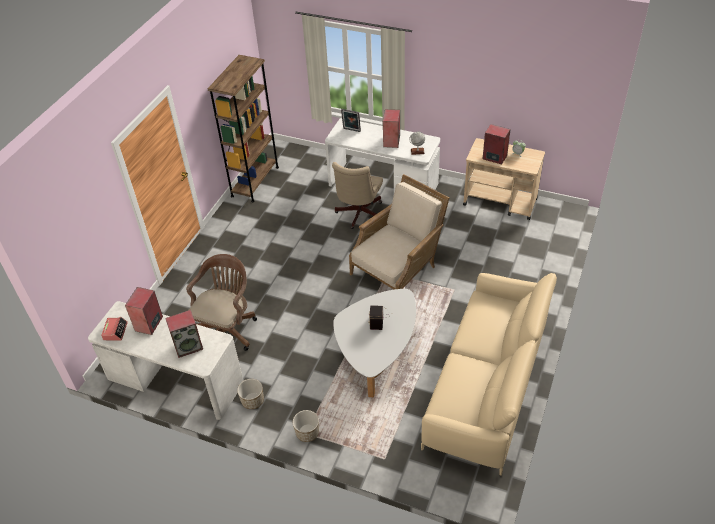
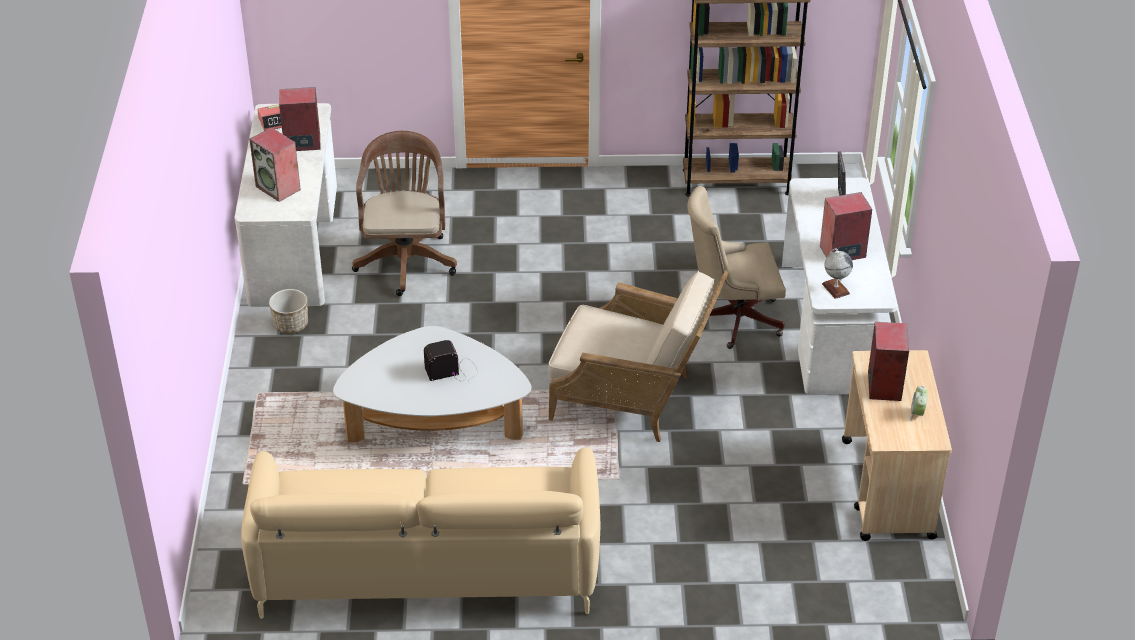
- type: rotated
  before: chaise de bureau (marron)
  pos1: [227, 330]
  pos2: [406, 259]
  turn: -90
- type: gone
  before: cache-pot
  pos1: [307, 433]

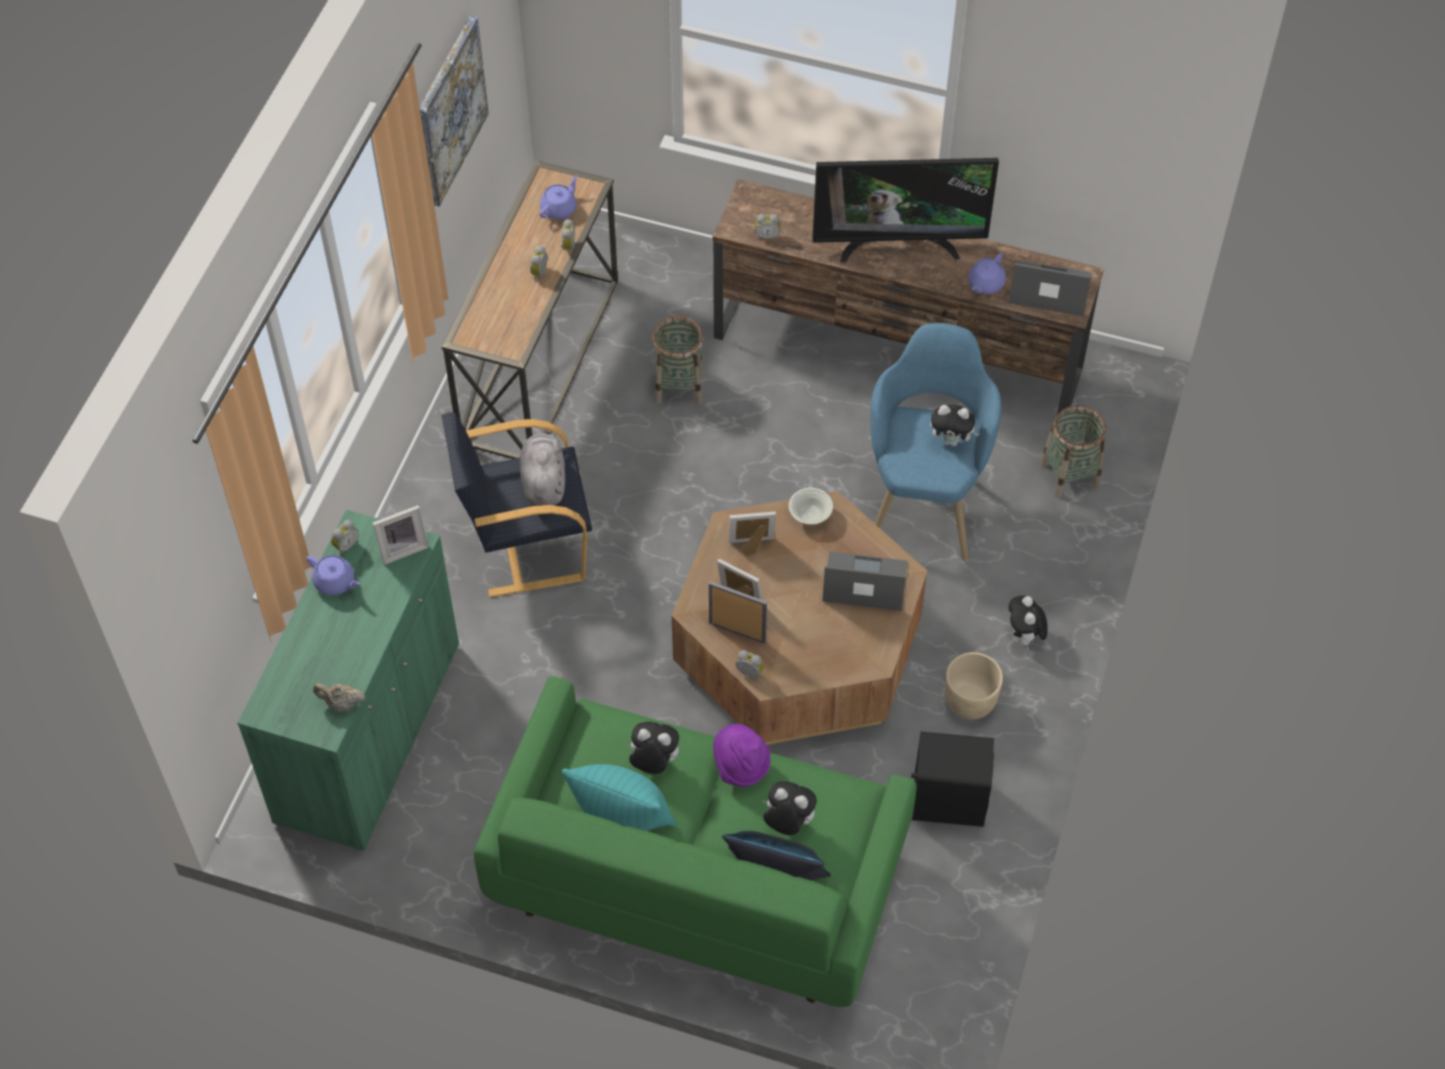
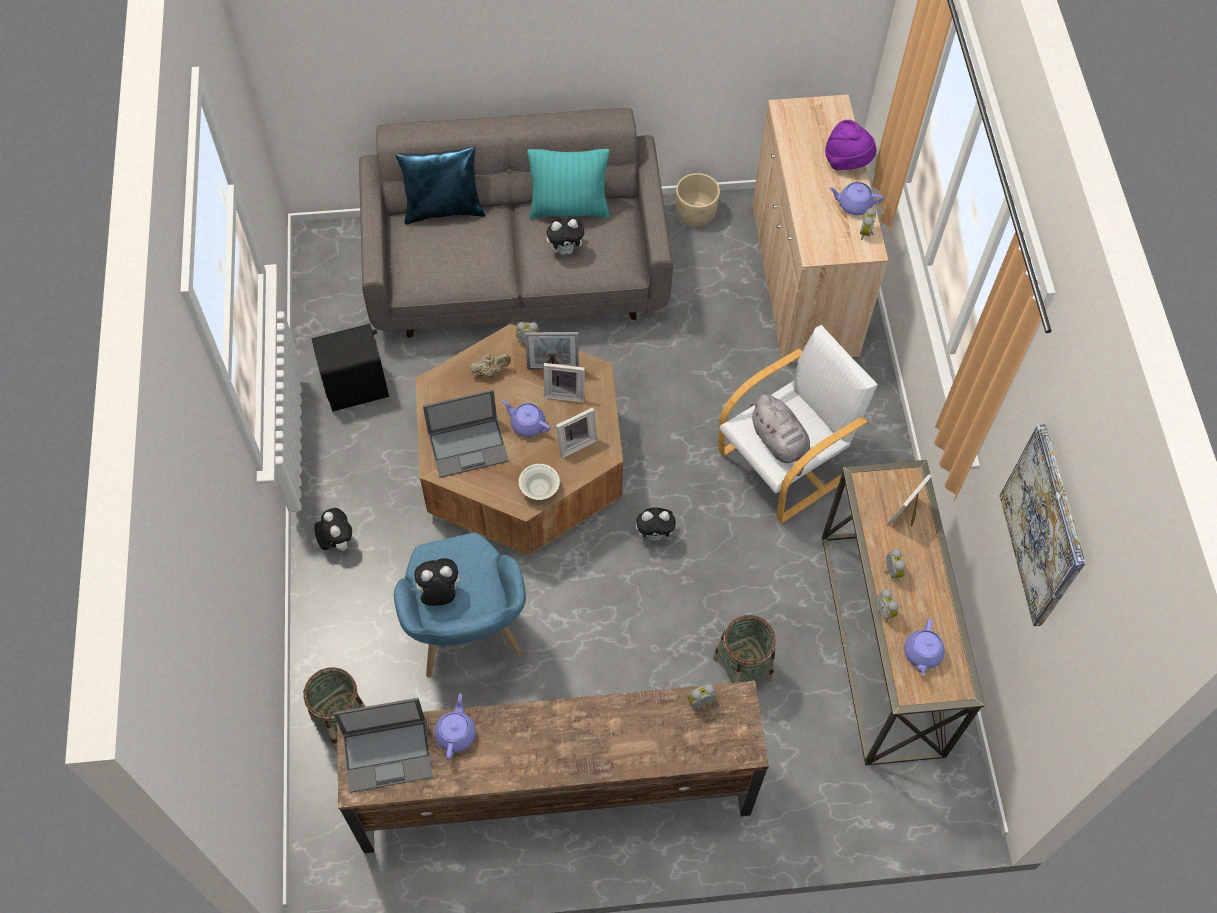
- type: repainted
  before: canapé (vert)
  after: canapé (gris)
  pos1: [697, 876]
  pos2: [518, 272]
- type: shifted
  before: théière (beige)
  pos1: [341, 704]
  pos2: [491, 371]
- type: new
  after: théière (violet)
  pos2: [527, 424]
- type: shifted
  before: peluche
  pos1: [787, 823]
  pos2: [655, 534]
- type: shifted
  before: cache-pot (beige)
  pos1: [969, 701]
  pos2: [696, 214]
- type: repainted
  before: fauteuil (noir)
  after: fauteuil (blanc)
  pos1: [525, 542]
  pos2: [784, 465]
- type: repainted
  before: meuble de rangement (vert)
  after: meuble de rangement (beige)
  pos1: [369, 733]
  pos2: [803, 281]
- type: shifted
  before: chapeau (violet)
  pos1: [741, 767]
  pos2: [847, 161]
- type: shifted
  before: cadre photo
  pos1: [402, 548]
  pos2: [907, 515]
- type: gone
  before: téléviseur
  pos1: [898, 244]

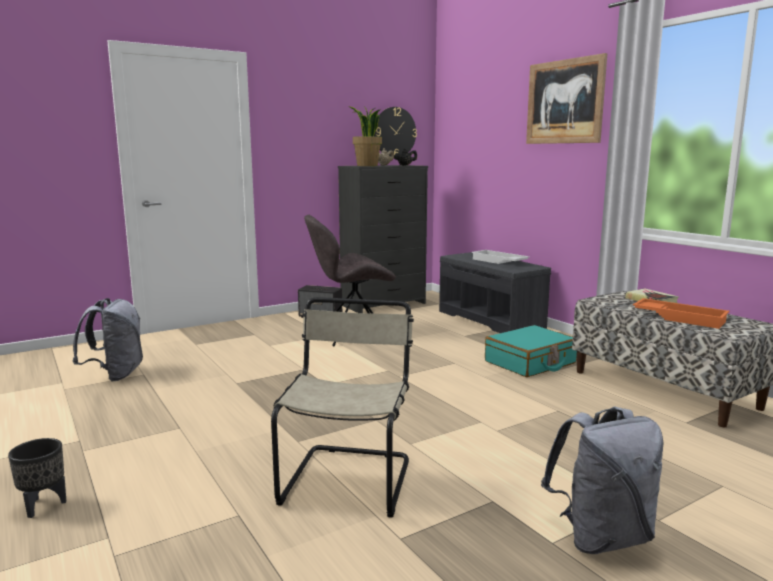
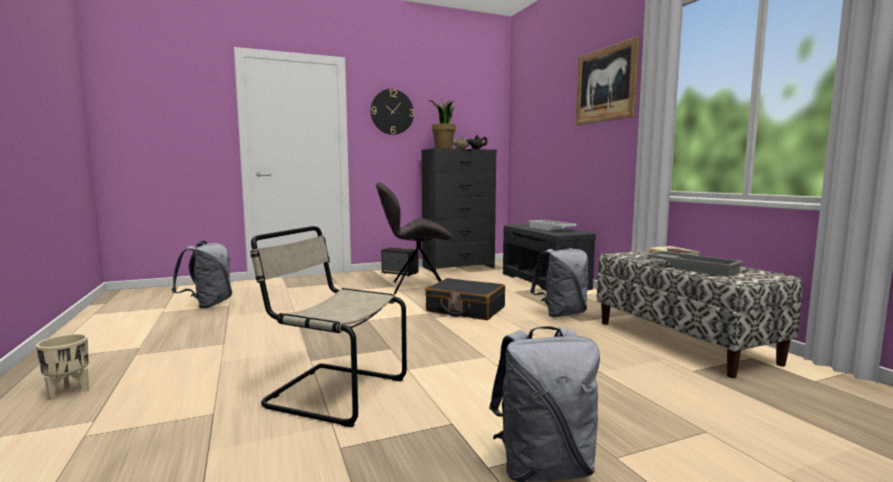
- type: repainted
  before: cache-pot (noir)
  after: cache-pot (beige)
  pos1: [43, 505]
  pos2: [68, 391]
- type: rotated
  before: chaise (beige)
  pos1: [349, 478]
  pos2: [332, 392]
  turn: -90
- type: shifted
  before: horloge murale
  pos1: [394, 132]
  pos2: [392, 112]
- type: new
  after: valise (noir)
  pos2: [465, 309]
- type: swapped
  before: valise (turquoise)
  after: sac à dos (gris)
  pos1: [530, 363]
  pos2: [561, 314]
- type: repainted
  before: plateau (orange)
  after: plateau (gris)
  pos1: [680, 318]
  pos2: [692, 268]

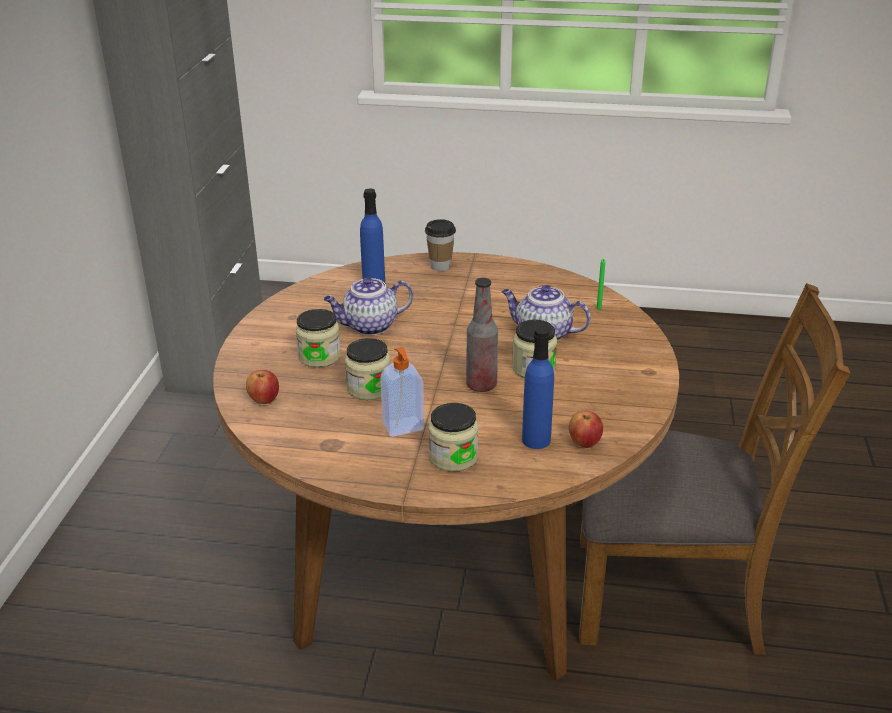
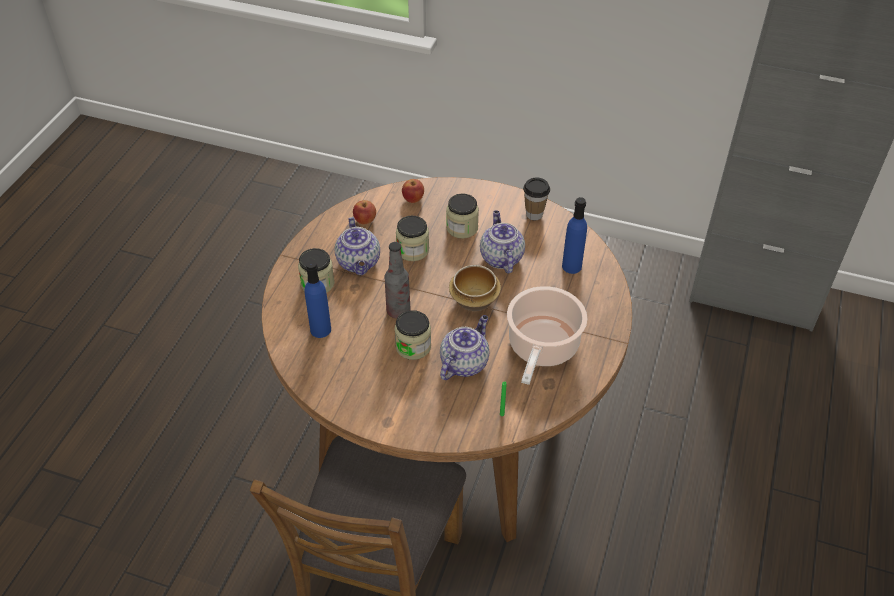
- type: swapped
  before: distributeur de savon
  after: théière
  pos1: [403, 427]
  pos2: [359, 263]
- type: shifted
  before: pomme
  pos1: [584, 443]
  pos2: [365, 221]
- type: new
  after: bol
  pos2: [475, 300]
- type: new
  after: marmite
  pos2: [542, 347]
- type: shifted
  before: tasse
  pos1: [440, 266]
  pos2: [534, 214]

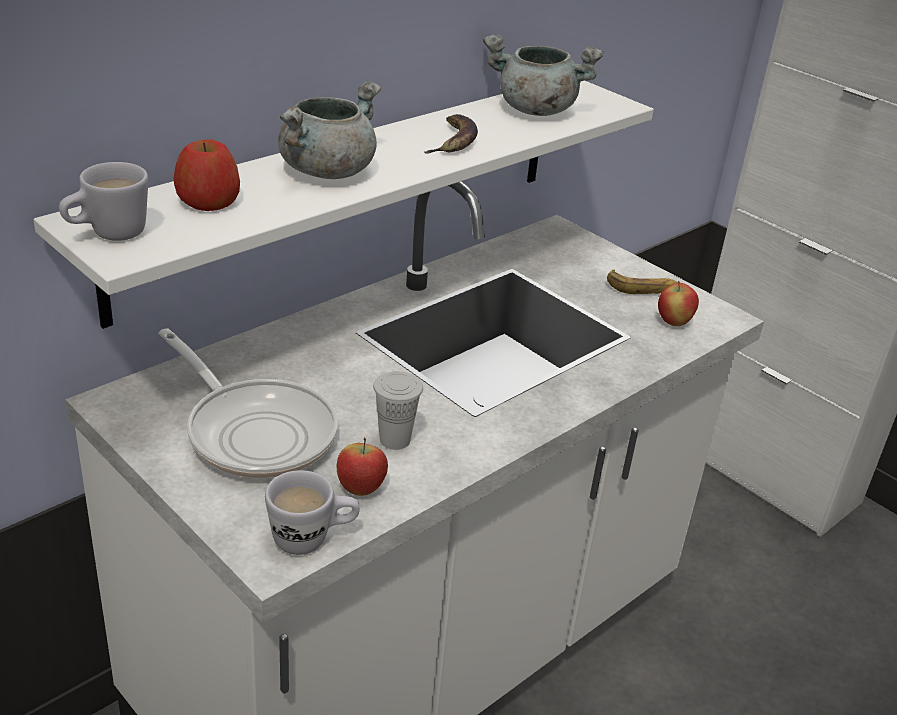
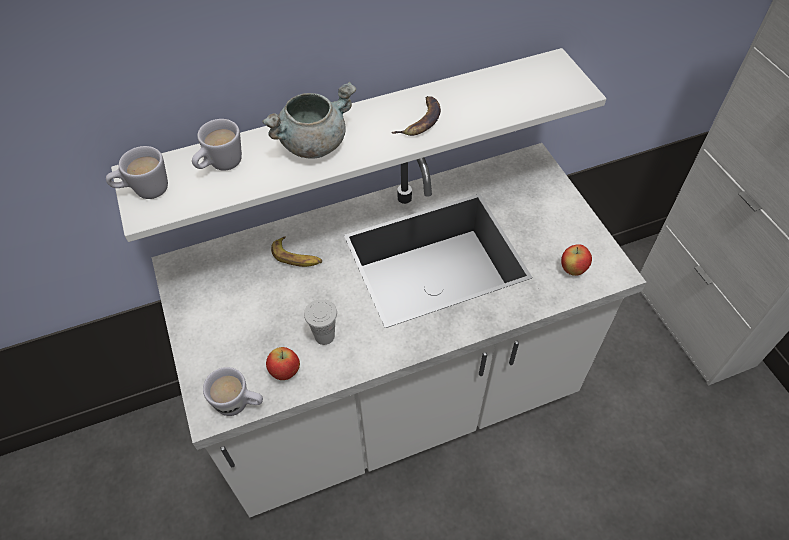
- type: swapped
  before: pomme
  after: mug (blanc)
  pos1: [208, 201]
  pos2: [220, 165]
- type: shifted
  before: banane
  pos1: [642, 288]
  pos2: [297, 257]
- type: gone
  before: poêle
  pos1: [255, 431]
- type: gone
  before: marmite (gris)
  pos1: [534, 109]

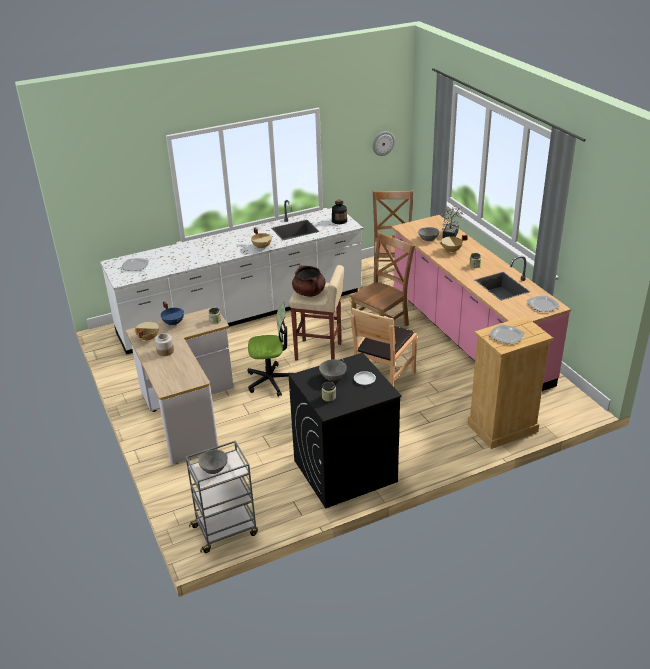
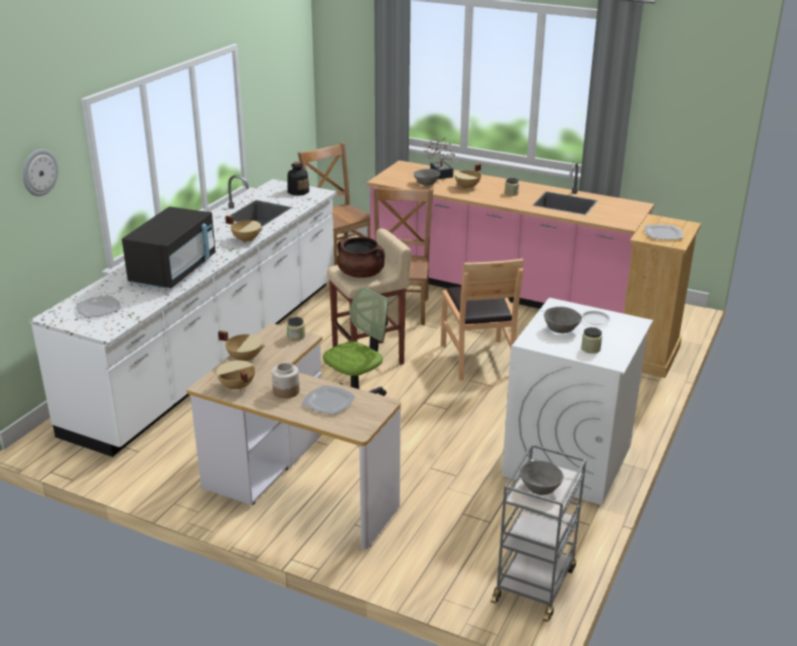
- type: shifted
  before: horloge murale
  pos1: [383, 143]
  pos2: [39, 172]
- type: new
  after: micro-ondes (noir)
  pos2: [174, 271]
- type: repainted
  before: marmite (bleu)
  after: marmite (beige)
  pos1: [174, 323]
  pos2: [245, 358]
- type: shifted
  before: assiette
  pos1: [543, 305]
  pos2: [329, 402]
- type: repainted
  before: lave-linge (noir)
  after: lave-linge (blanc)
  pos1: [344, 471]
  pos2: [568, 461]

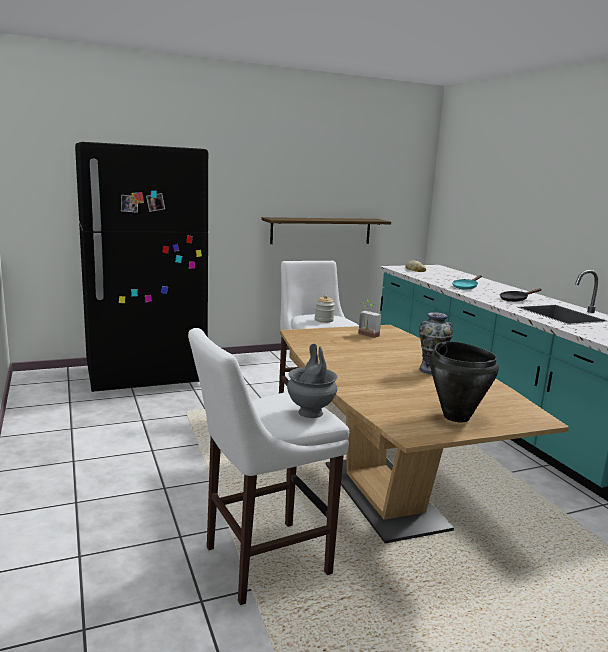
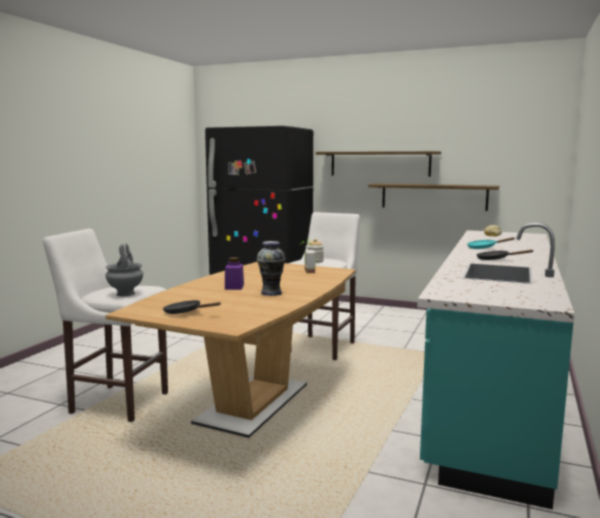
- type: swapped
  before: marmite (noir)
  after: poêle (noir)
  pos1: [456, 416]
  pos2: [186, 312]
- type: new
  after: bocal (violet)
  pos2: [234, 287]
- type: new
  after: étagère
  pos2: [379, 164]

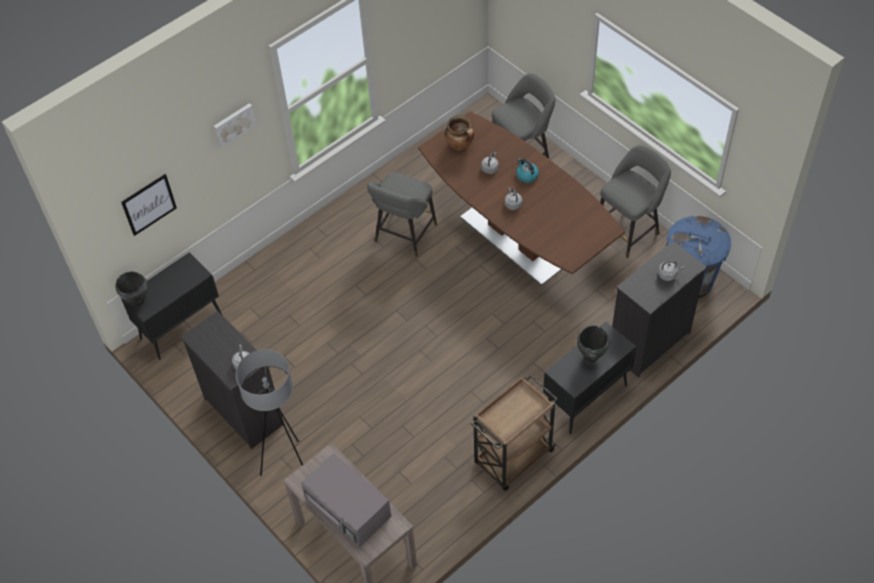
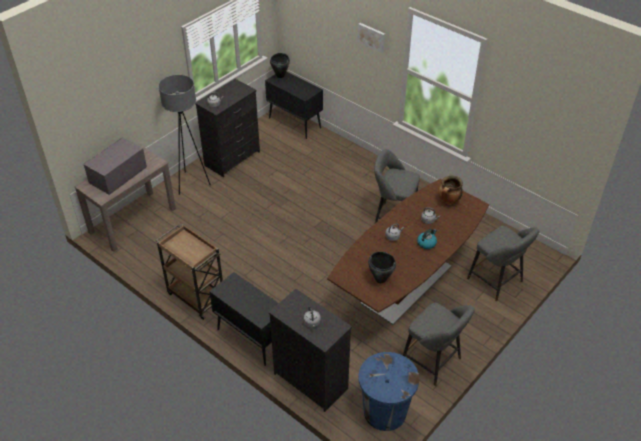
- type: shifted
  before: marmite (noir)
  pos1: [590, 357]
  pos2: [380, 279]
- type: gone
  before: tableau
  pos1: [149, 204]

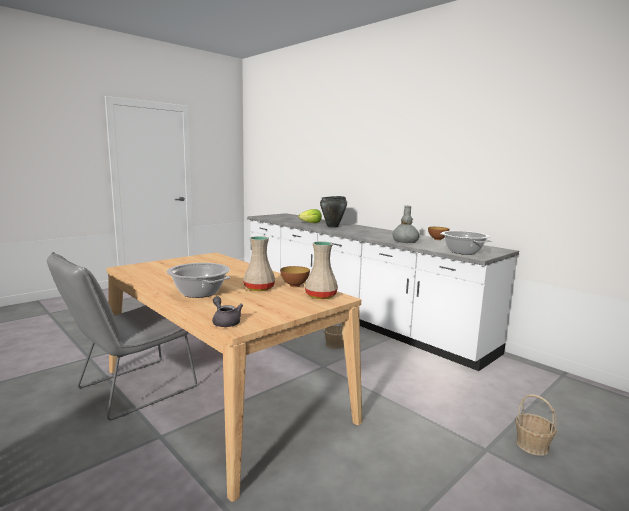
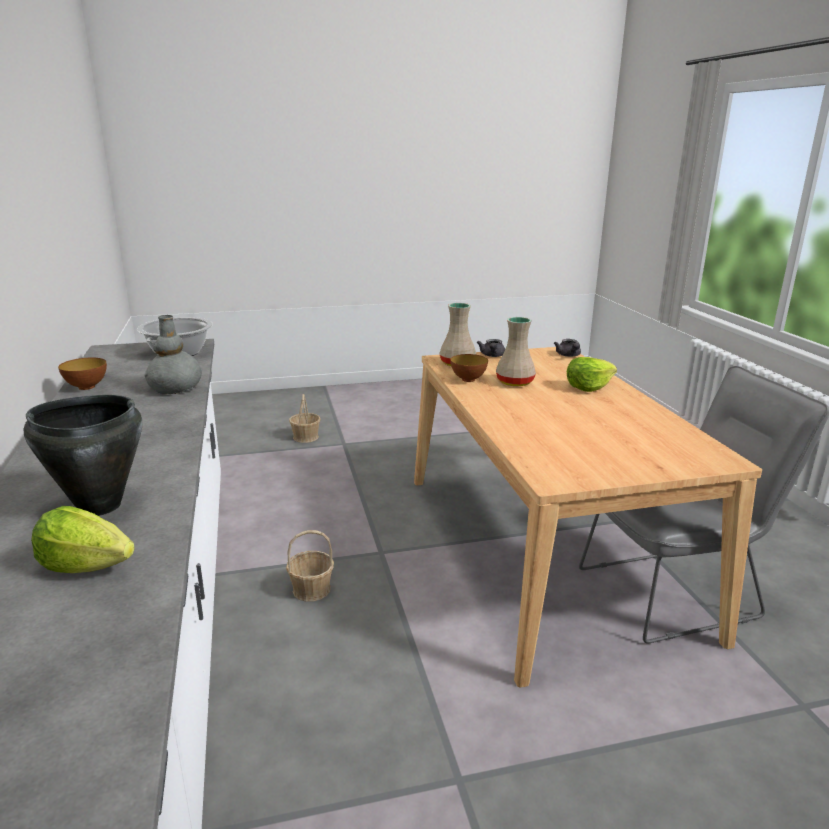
- type: new
  after: théière (gris)
  pos2: [492, 356]
- type: swapped
  before: marmite
  after: laitue
  pos1: [200, 293]
  pos2: [588, 387]

